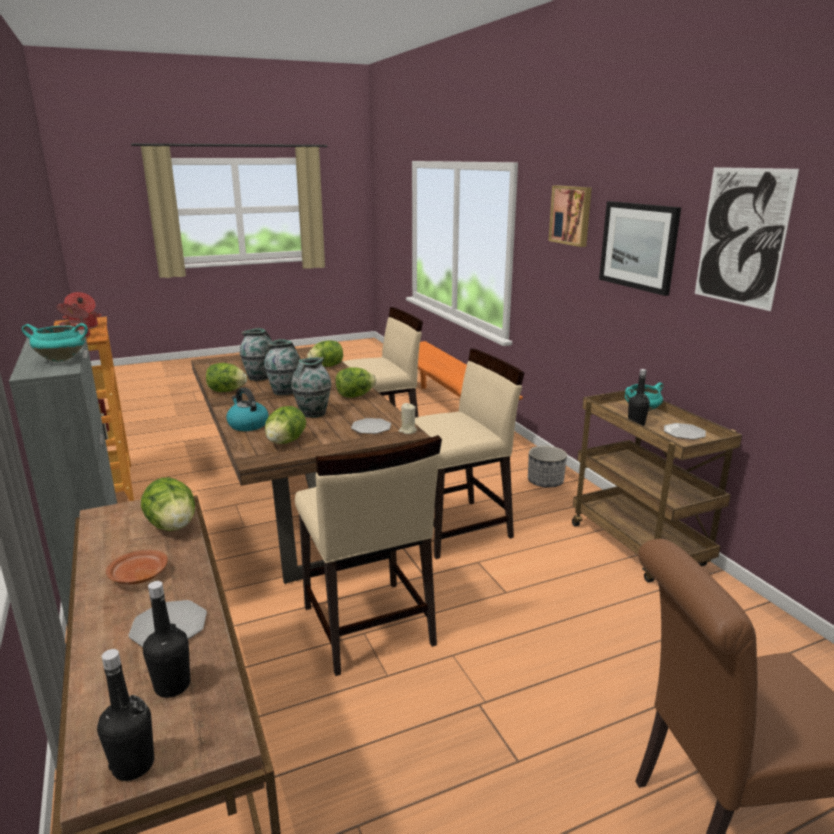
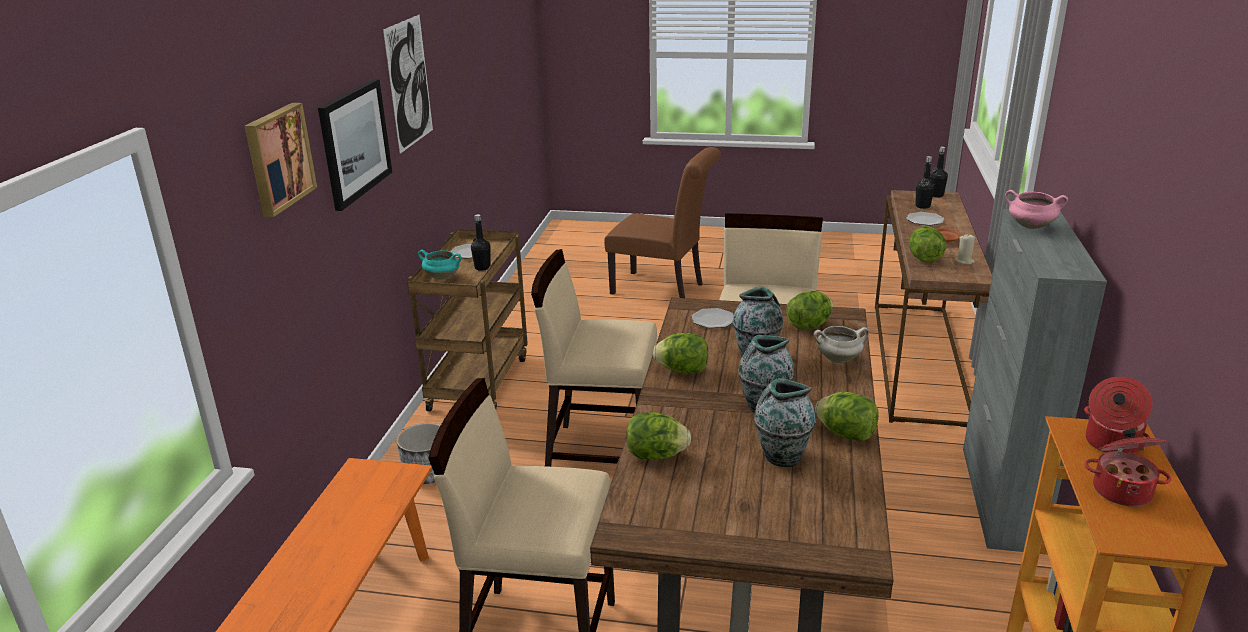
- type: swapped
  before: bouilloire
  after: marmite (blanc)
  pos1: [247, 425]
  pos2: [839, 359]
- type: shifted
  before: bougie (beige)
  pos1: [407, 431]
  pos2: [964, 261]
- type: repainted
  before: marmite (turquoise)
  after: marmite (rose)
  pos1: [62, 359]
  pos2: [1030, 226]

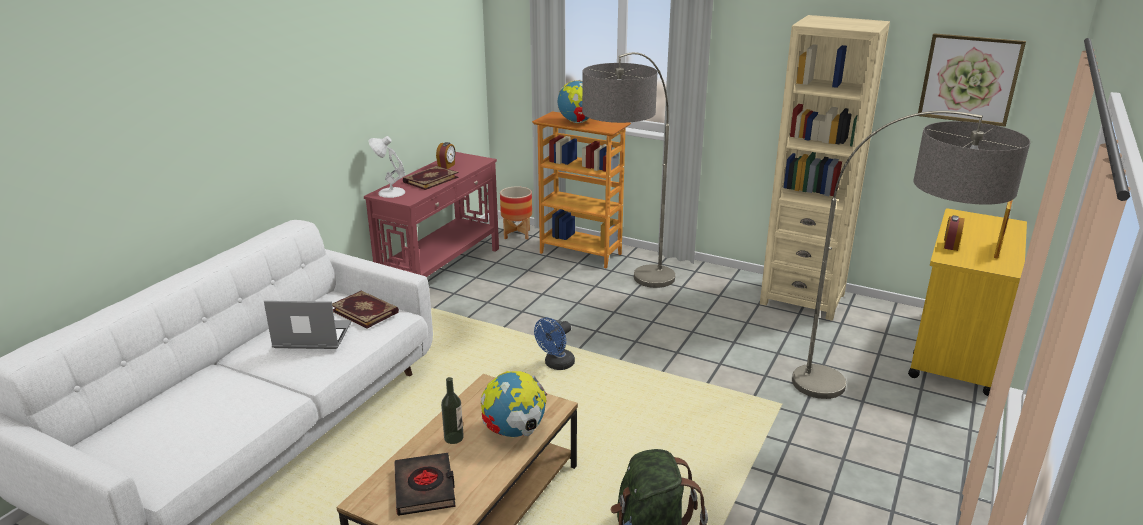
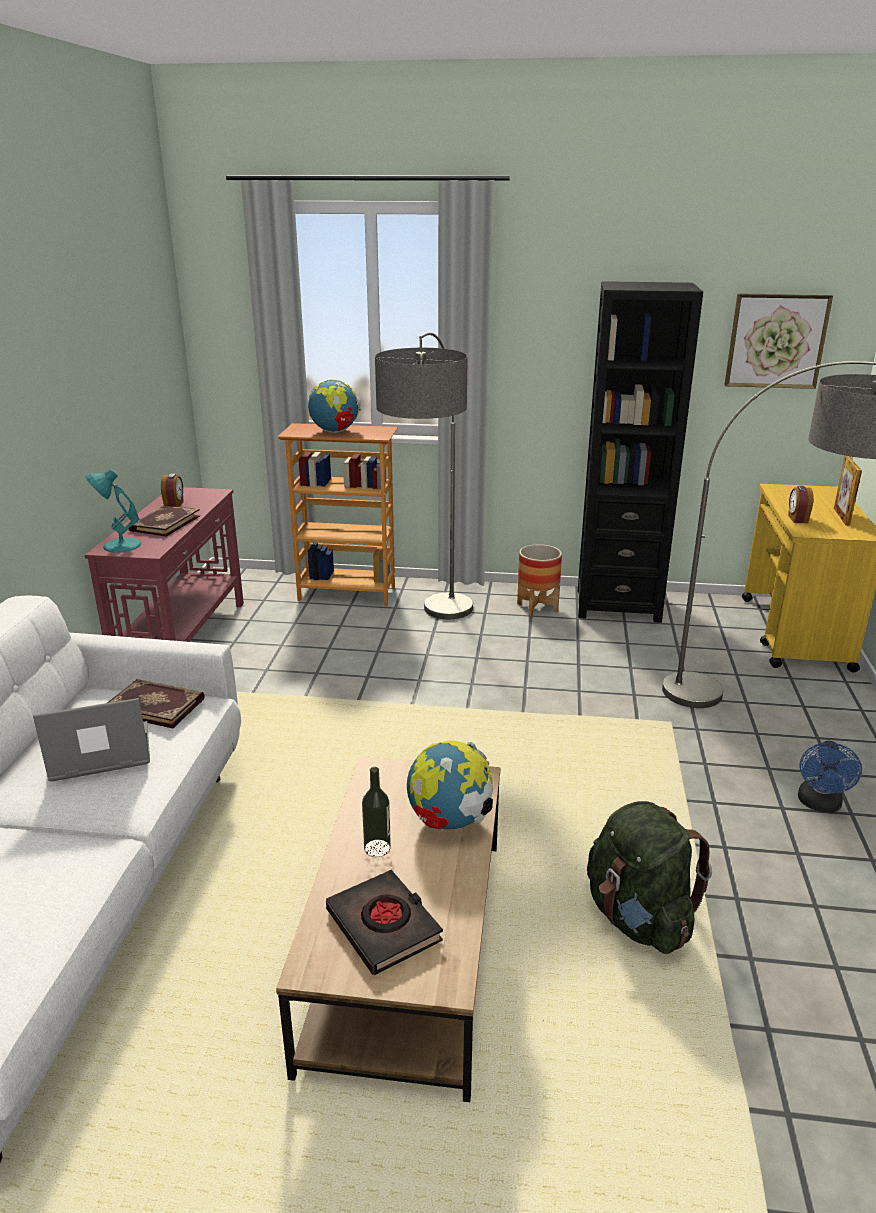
- type: repainted
  before: lampe de table (blanc)
  after: lampe de table (turquoise)
  pos1: [390, 193]
  pos2: [120, 546]
- type: shifted
  before: cache-pot
  pos1: [517, 234]
  pos2: [537, 608]
- type: repainted
  before: bibliothèque (beige)
  after: bibliothèque (noir)
  pos1: [802, 299]
  pos2: [618, 605]
- type: shifted
  before: ventilateur (bleu)
  pos1: [556, 365]
  pos2: [819, 805]

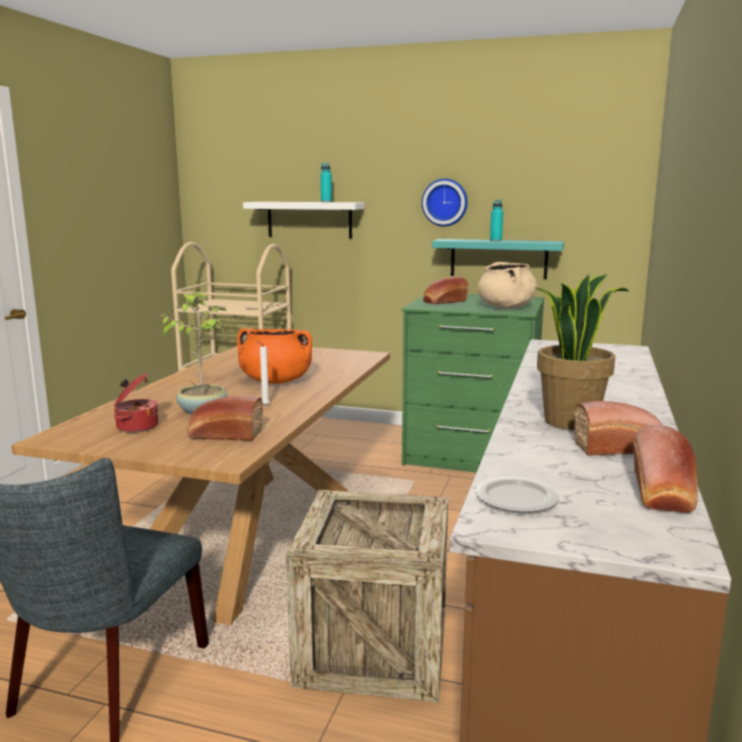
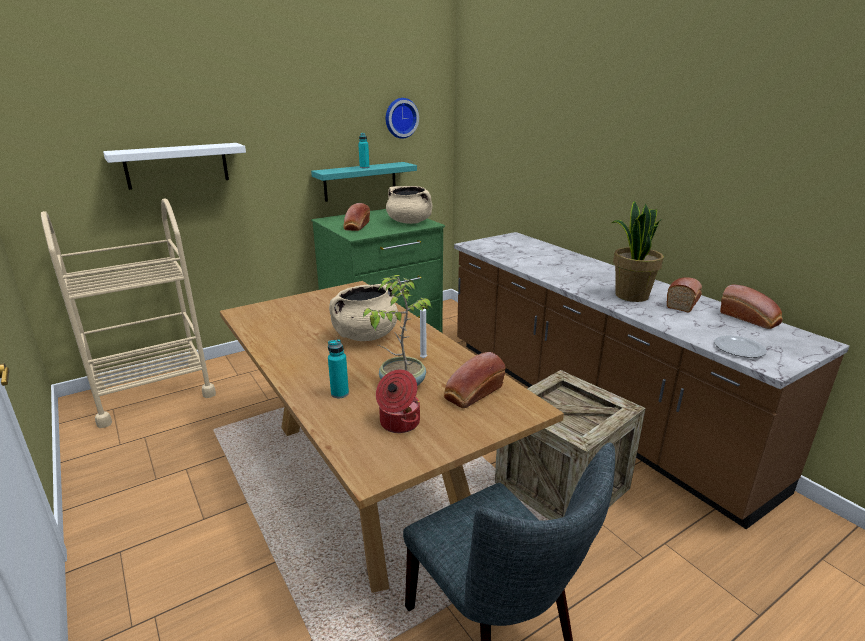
- type: shifted
  before: bouteille (turquoise)
  pos1: [326, 202]
  pos2: [340, 393]
- type: repainted
  before: marmite (orange)
  after: marmite (beige)
  pos1: [275, 381]
  pos2: [365, 336]
- type: shifted
  before: horloge murale
  pos1: [445, 202]
  pos2: [400, 118]

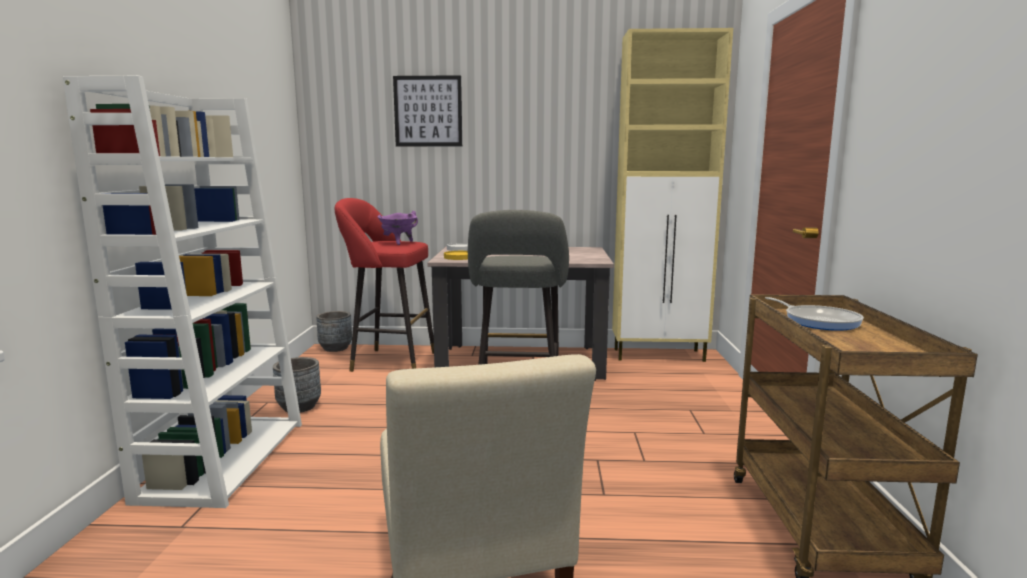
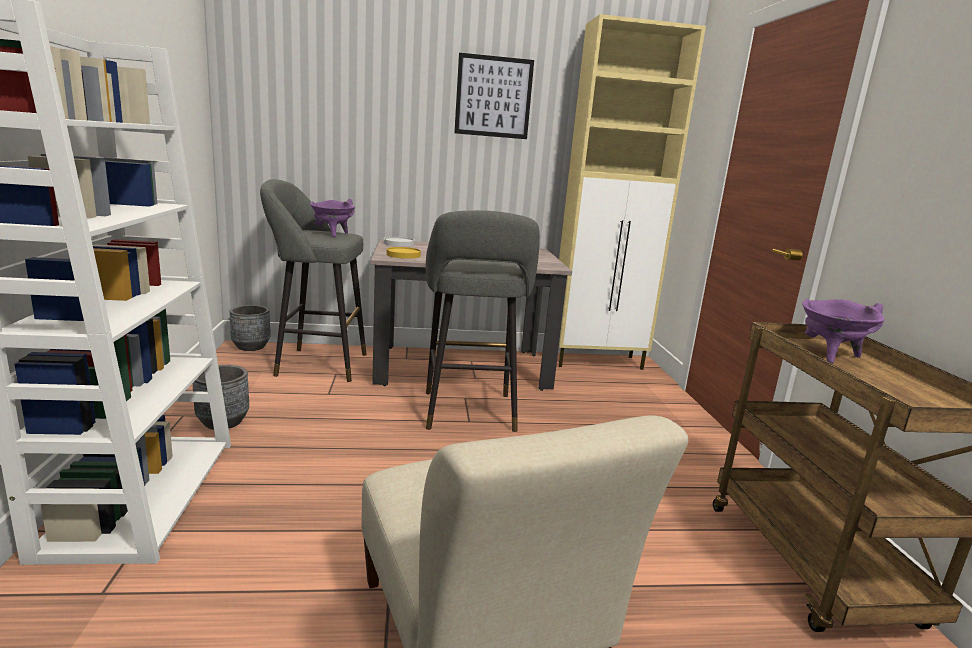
- type: repainted
  before: tabouret (rouge)
  after: tabouret (gris)
  pos1: [389, 361]
  pos2: [316, 364]
- type: shifted
  before: tableau
  pos1: [428, 111]
  pos2: [493, 97]
- type: swapped
  before: poêle
  after: marmite (violet)
  pos1: [818, 321]
  pos2: [830, 356]

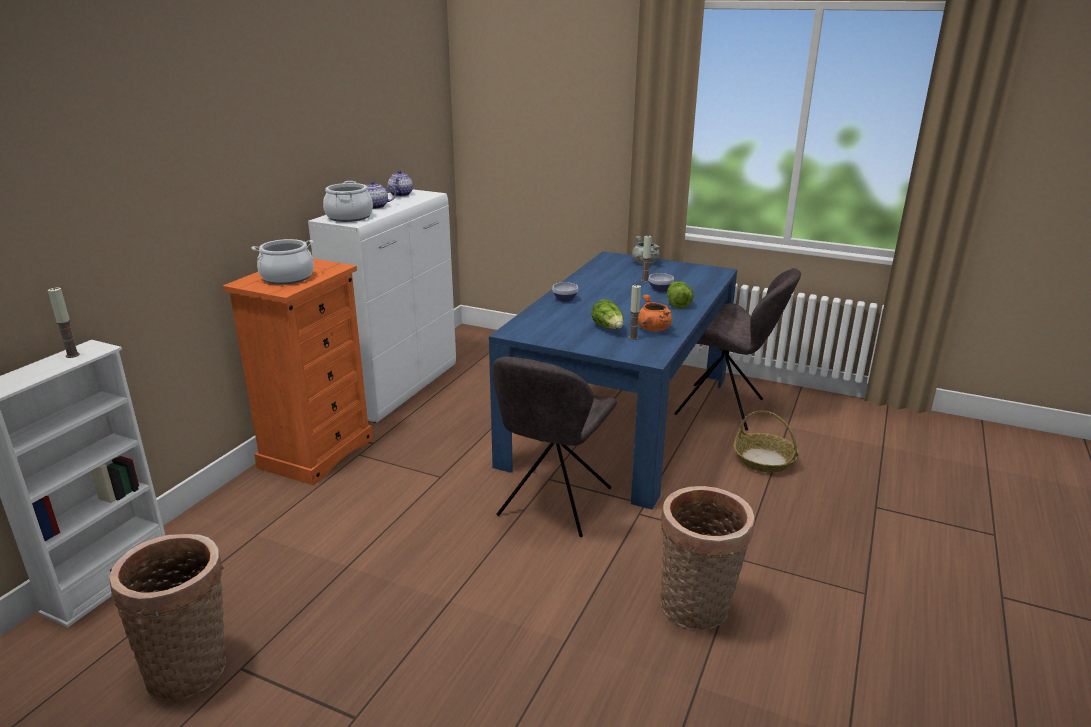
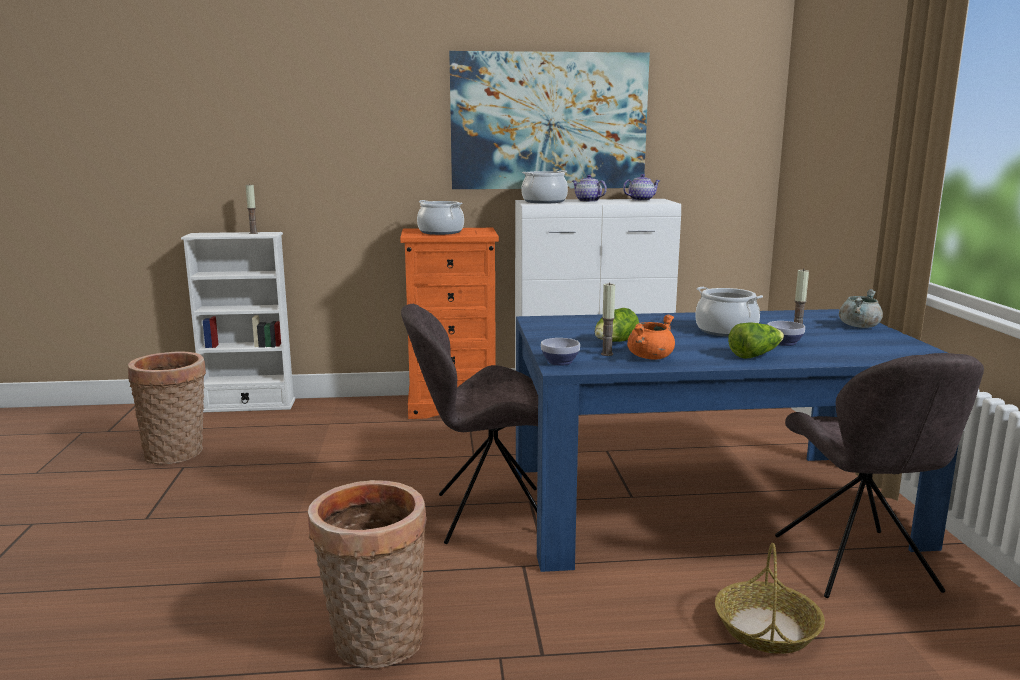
- type: new
  after: tableau
  pos2: [549, 121]
- type: shifted
  before: bol
  pos1: [564, 299]
  pos2: [559, 362]
- type: new
  after: marmite
  pos2: [726, 331]

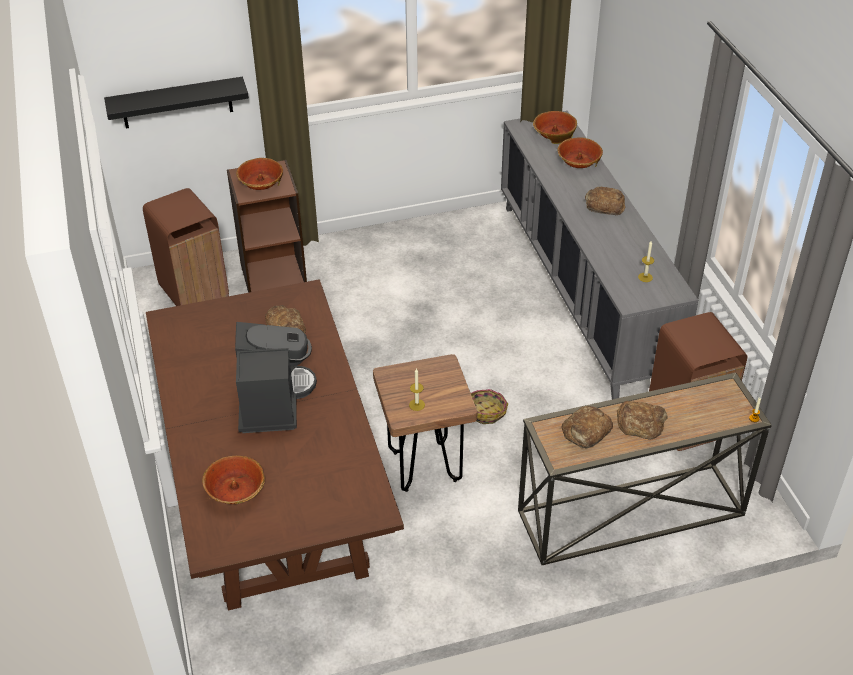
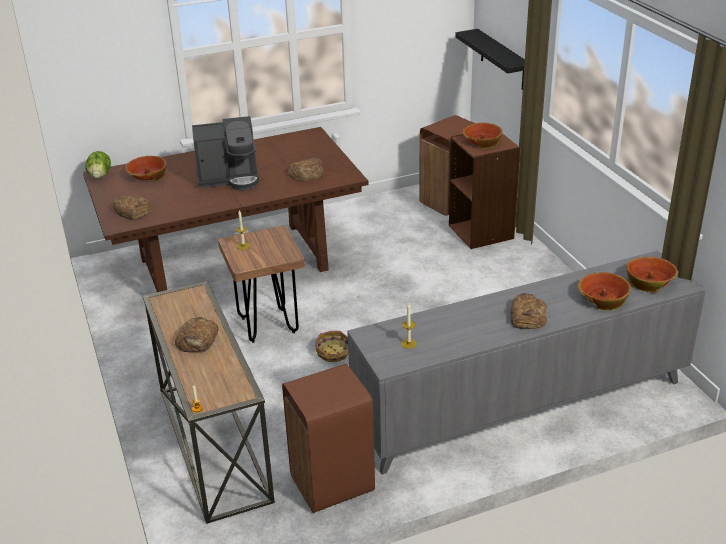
- type: new
  after: laitue
  pos2: [100, 176]
- type: shifted
  before: pain
  pos1: [586, 431]
  pos2: [132, 211]

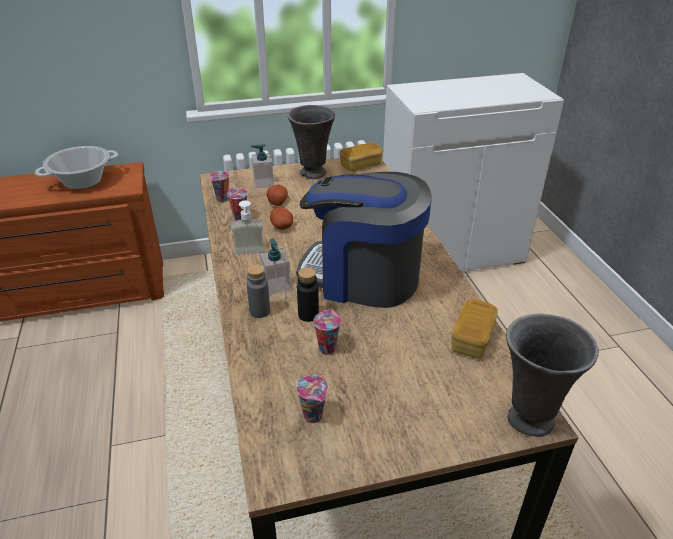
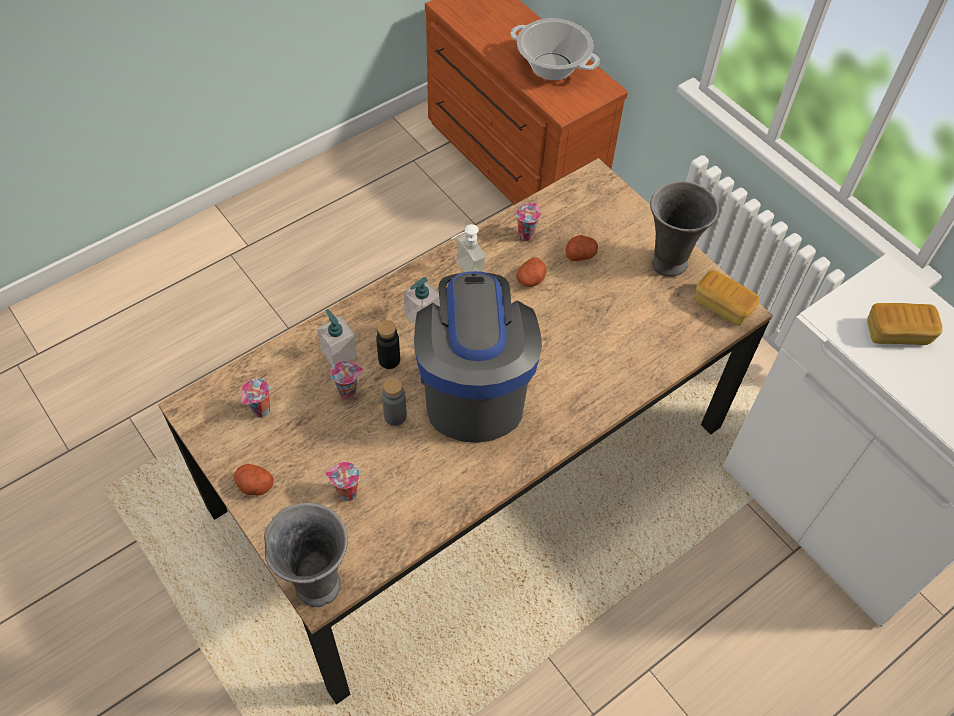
- type: new
  after: pomme de terre
  pos2: [254, 485]
- type: shifted
  before: distributeur de savon
  pos1: [263, 183]
  pos2: [338, 353]
- type: shifted
  before: tasse
  pos1: [222, 200]
  pos2: [346, 493]
- type: shifted
  before: bouteille (gris)
  pos1: [260, 311]
  pos2: [395, 416]
- type: shifted
  before: pain
  pos1: [472, 339]
  pos2: [897, 333]

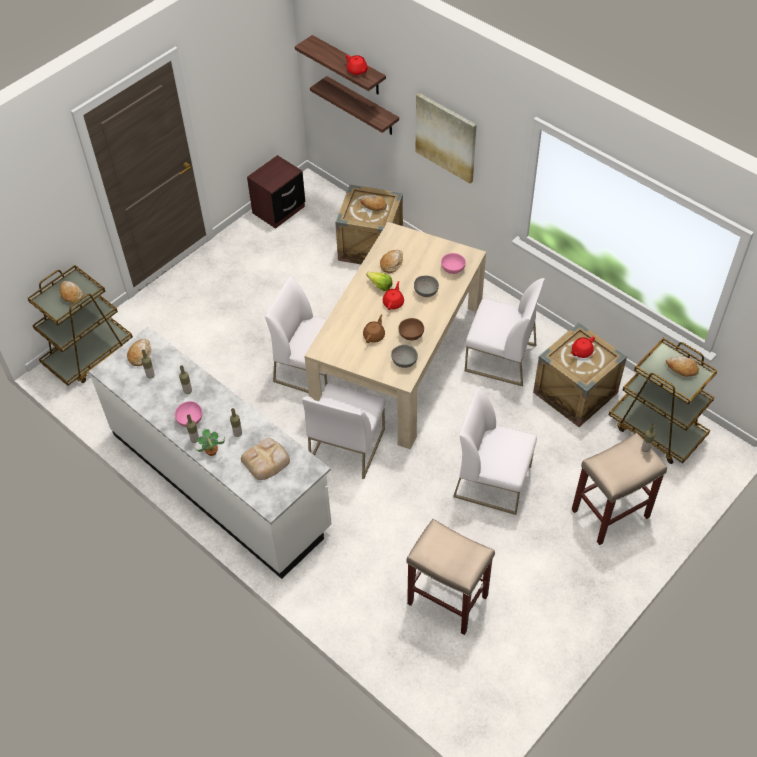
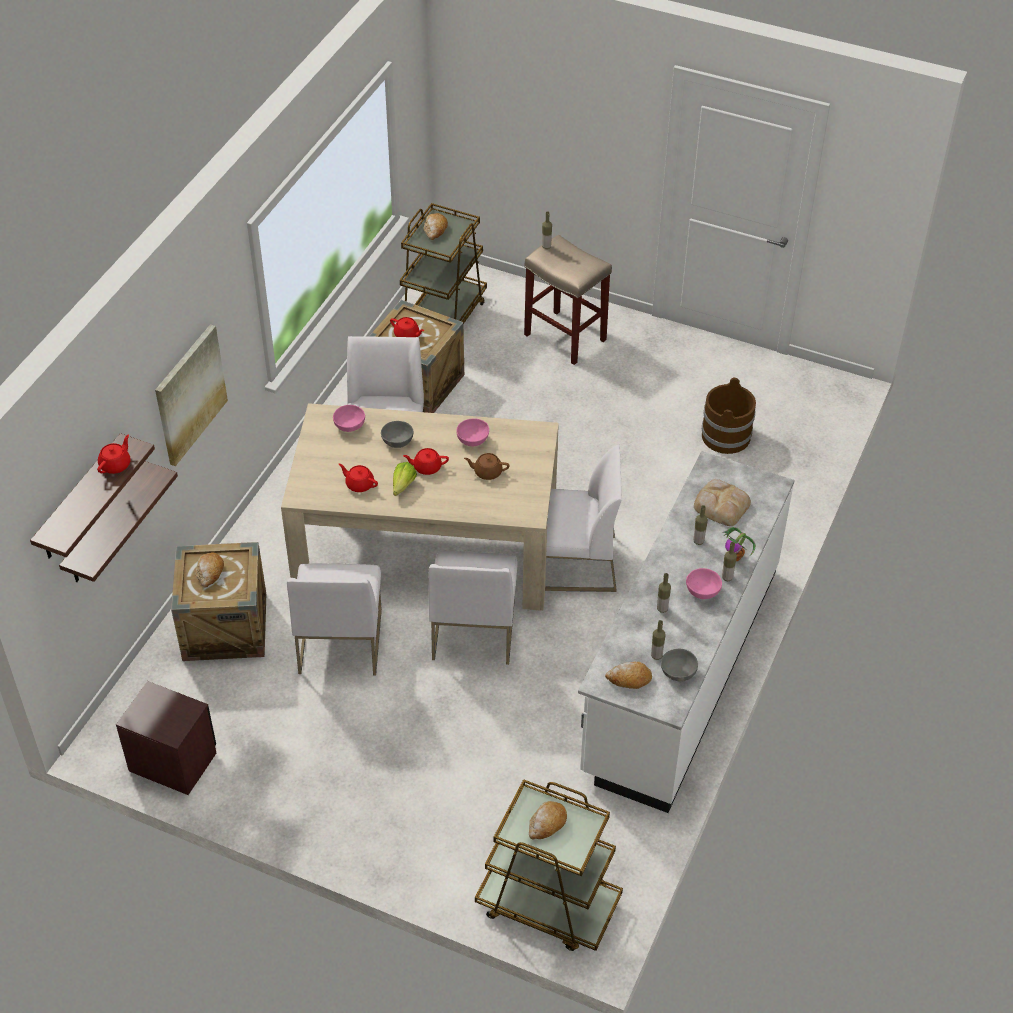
- type: shifted
  before: chaise (blanc)
  pos1: [493, 481]
  pos2: [339, 640]
- type: swapped
  before: pain
  after: théière (rouge)
  pos1: [392, 263]
  pos2: [359, 484]
- type: repainted
  before: bol (marron)
  after: bol (rose)
  pos1: [410, 335]
  pos2: [473, 440]
- type: shifted
  before: bol (gris)
  pos1: [404, 361]
  pos2: [677, 674]
- type: swapped
  before: tabouret (beige)
  after: seau (marron)
  pos1: [446, 599]
  pos2: [726, 436]

